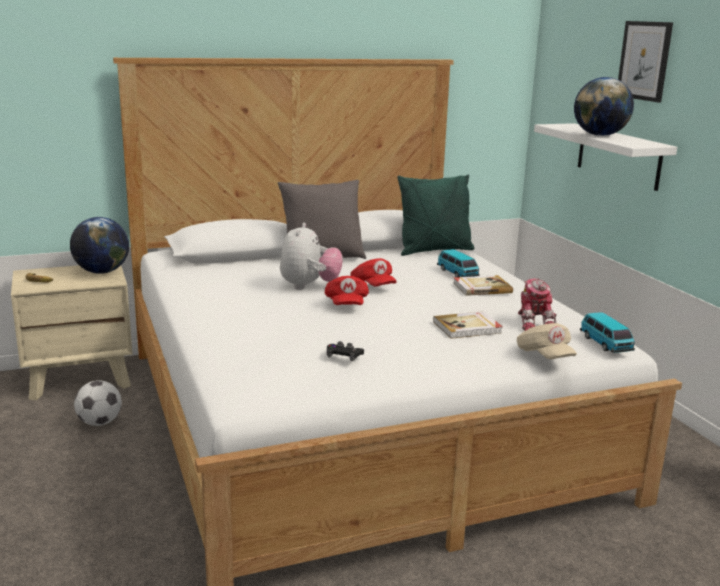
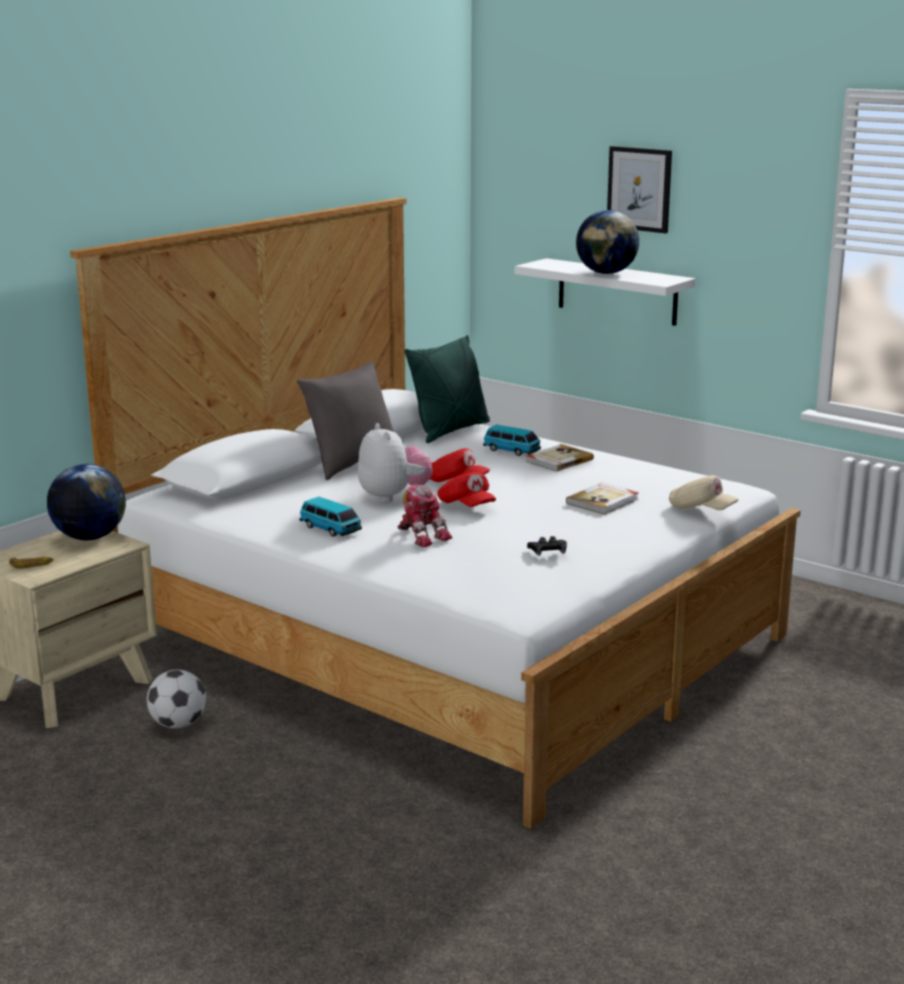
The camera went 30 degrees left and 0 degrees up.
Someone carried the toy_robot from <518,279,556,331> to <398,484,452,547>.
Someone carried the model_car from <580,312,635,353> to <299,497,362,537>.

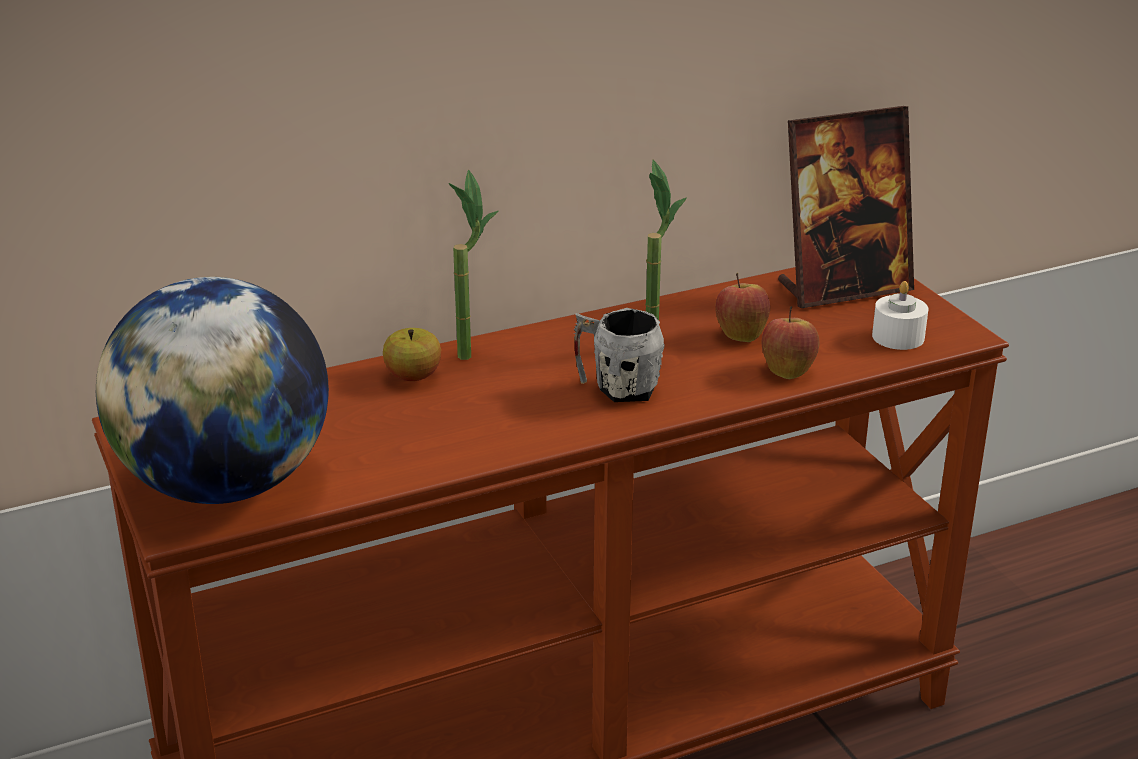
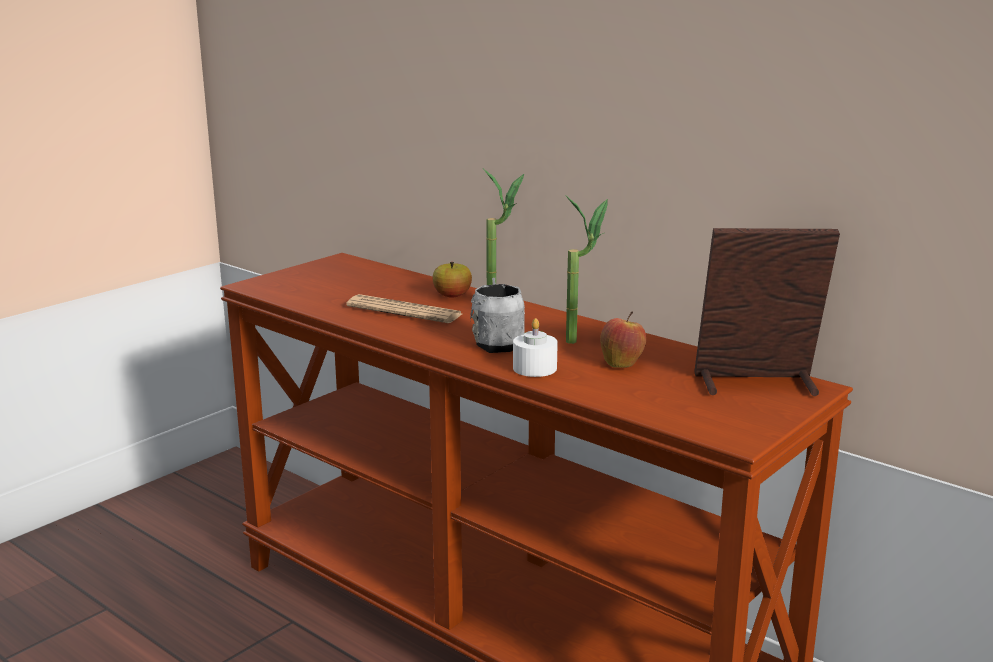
The camera went 65 degrees right and 10 degrees down.
Someone took away the world_globe at <96,277,329,504>.
Someone took away the apple at <762,306,819,379>.
Someone rotated the photo_frame at <778,106,914,308> by 135 degrees clockwise.
Someone carried the white_wax_candle from <872,281,928,350> to <513,318,558,377>.
Someone put down the newspaper at <346,294,462,323>.

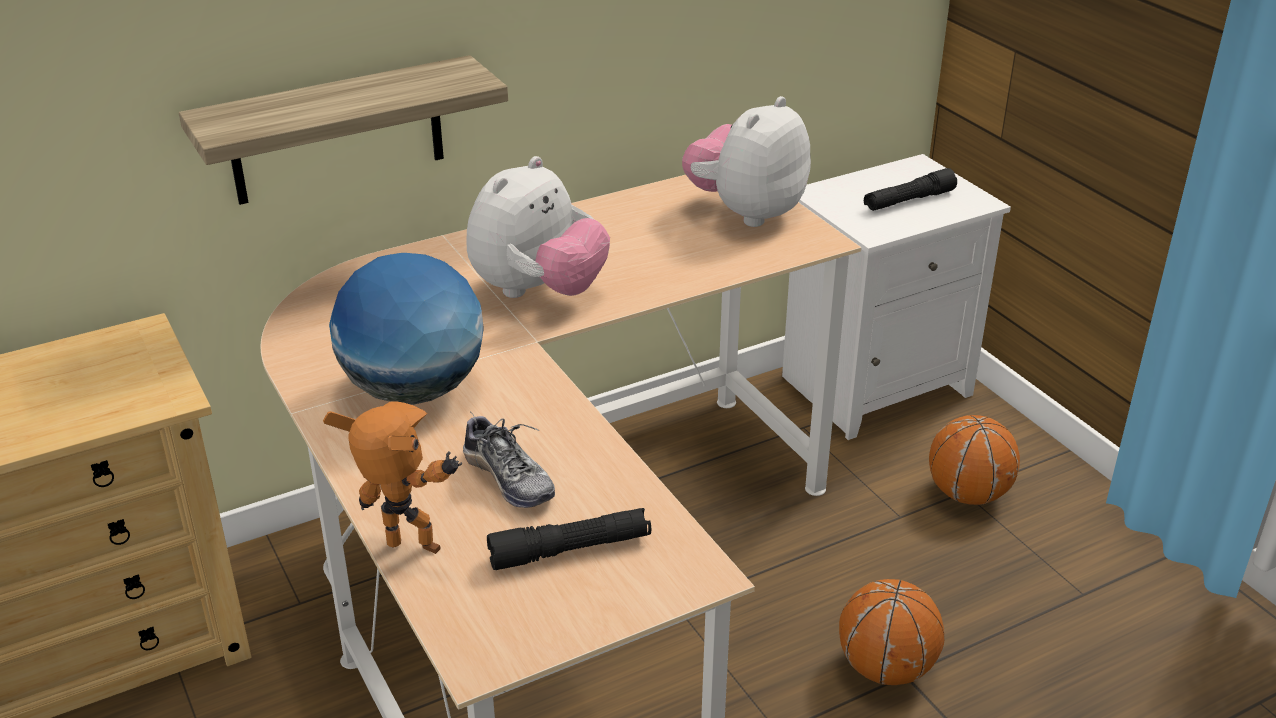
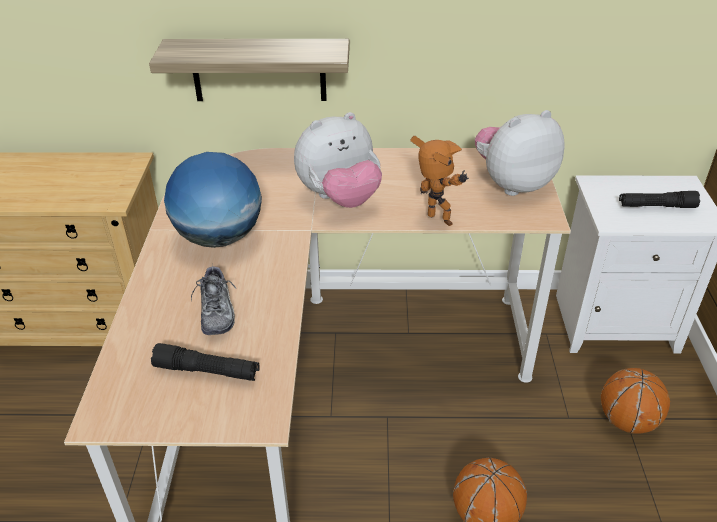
The camera went 30 degrees right and 5 degrees up.
Someone carried the toy_robot from <323,401,462,554> to <410,136,469,226>.

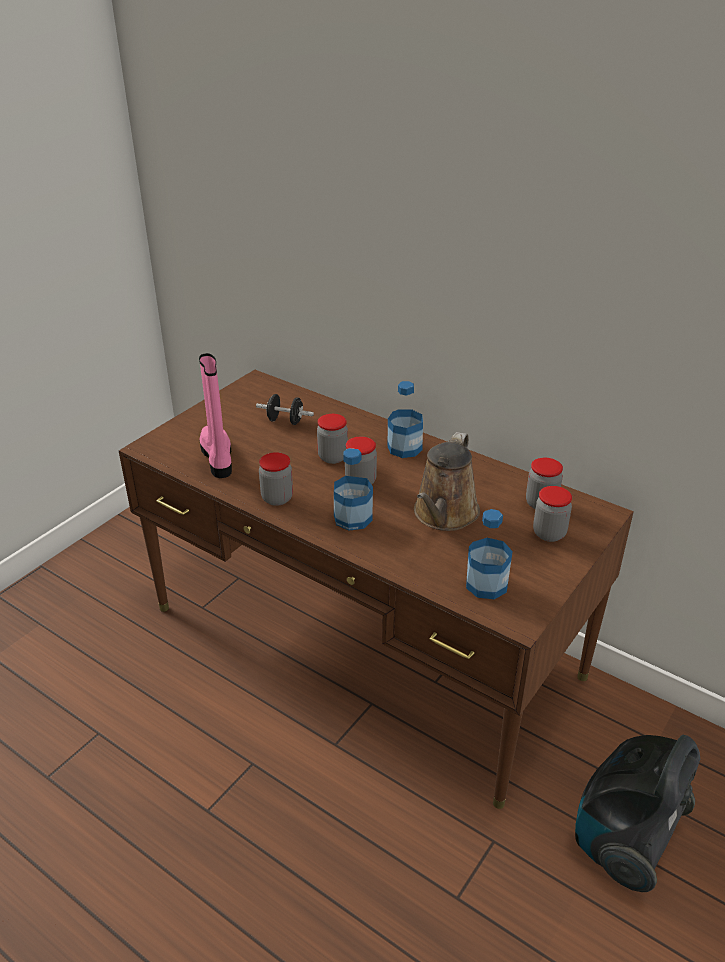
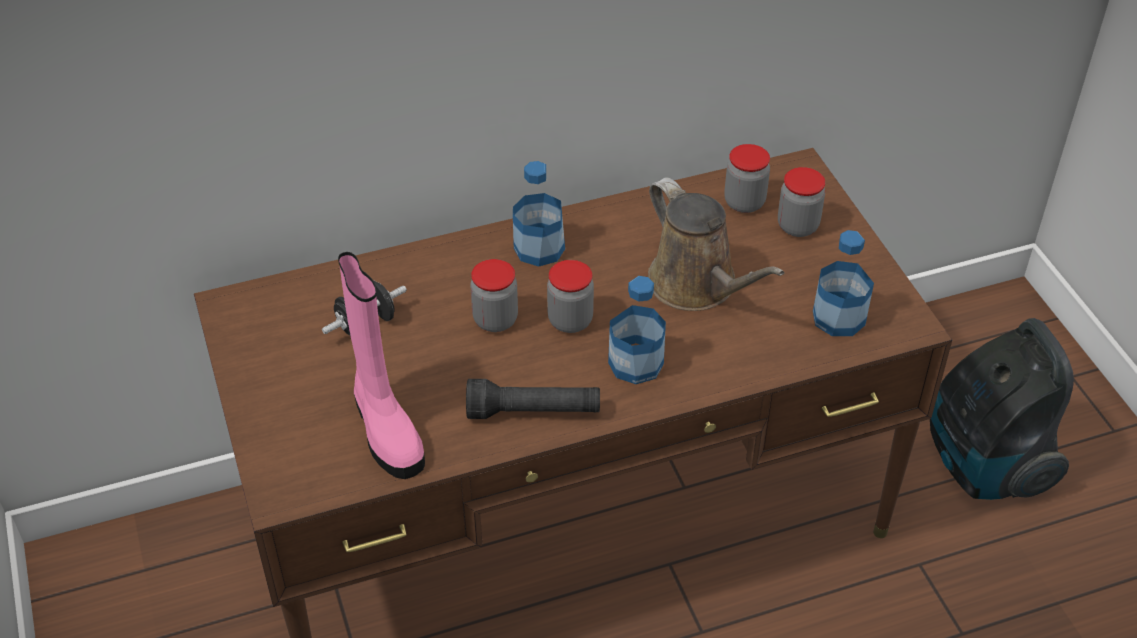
The camera went 55 degrees left and 10 degrees up.
Someone rotated the pinkish_high-top_boot at <199,353,232,478> by 135 degrees counterclockwise.
Someone swapped the storage_jar at <259,452,293,506> for the black-coloured_torch at <466,379,600,419>.

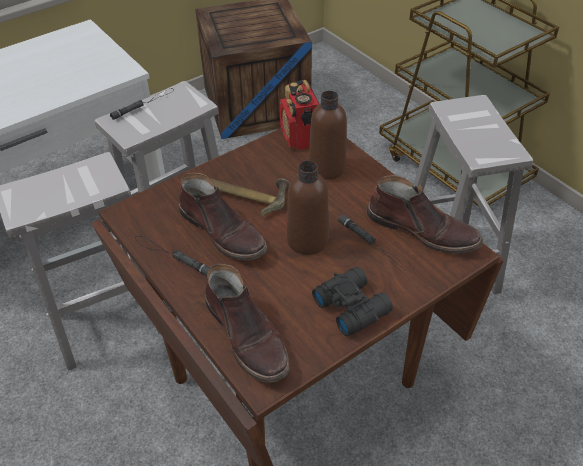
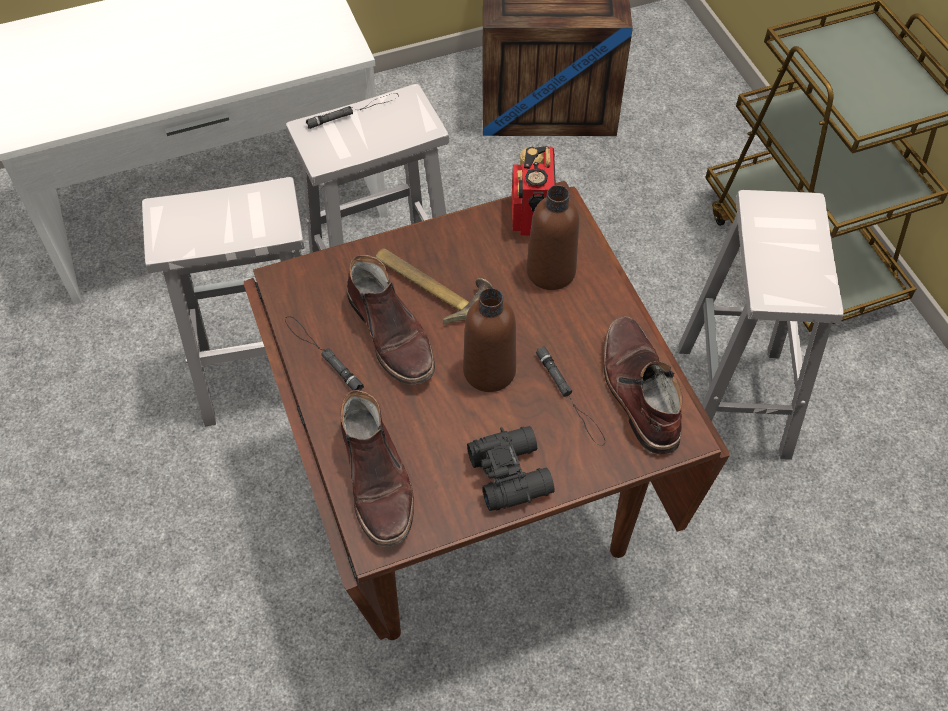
The camera went 15 degrees right and 10 degrees up.
Someone rotated the brown-coloured_high-top_boot at <366,175,483,253> by 150 degrees counterclockwise.

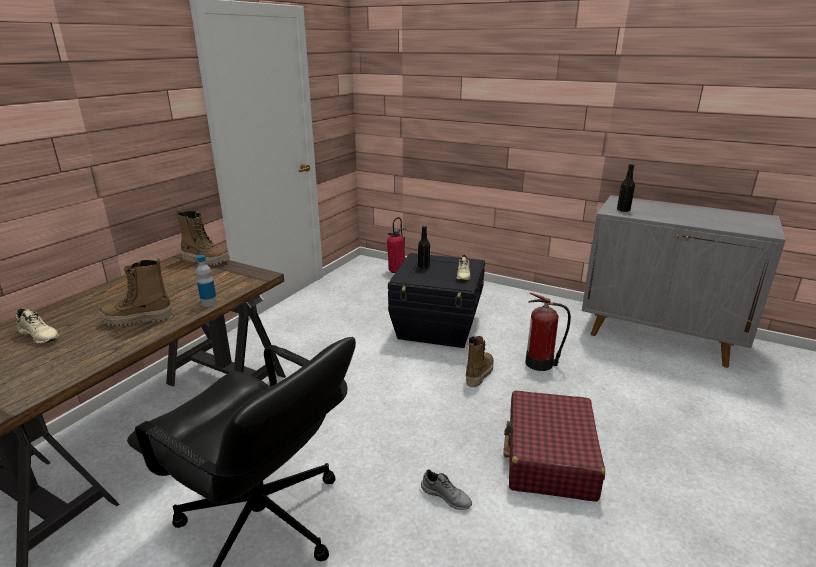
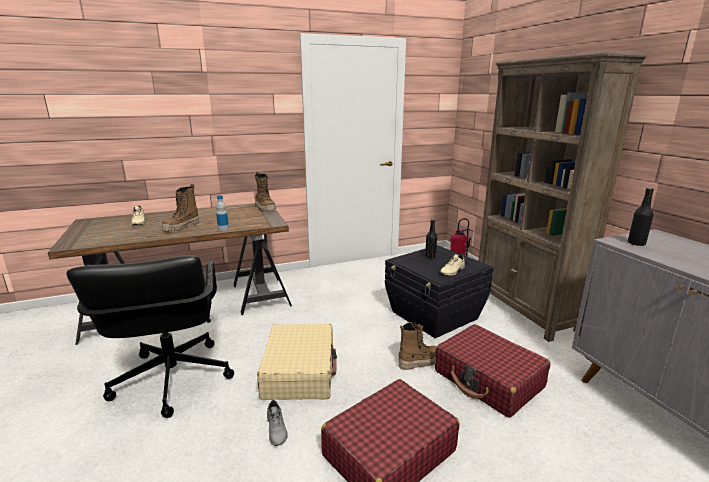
The camera went 40 degrees right and 5 degrees down.
Someone rotated the high-top_boot at <99,258,174,326> by 90 degrees counterclockwise.
Someone swapped the fire-fighting_cylinder at <526,293,571,371> for the red-coloured_travel_case at <435,324,551,418>.
Someone put down the beige_travel_case at <257,324,337,400>.
Someone put down the brown-coloured_bookcase at <479,51,647,342>.

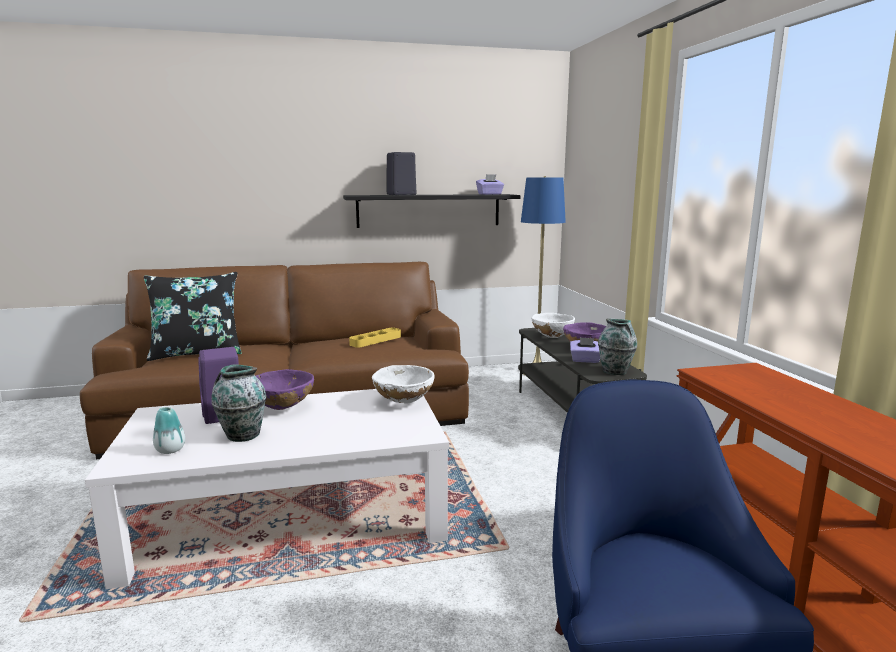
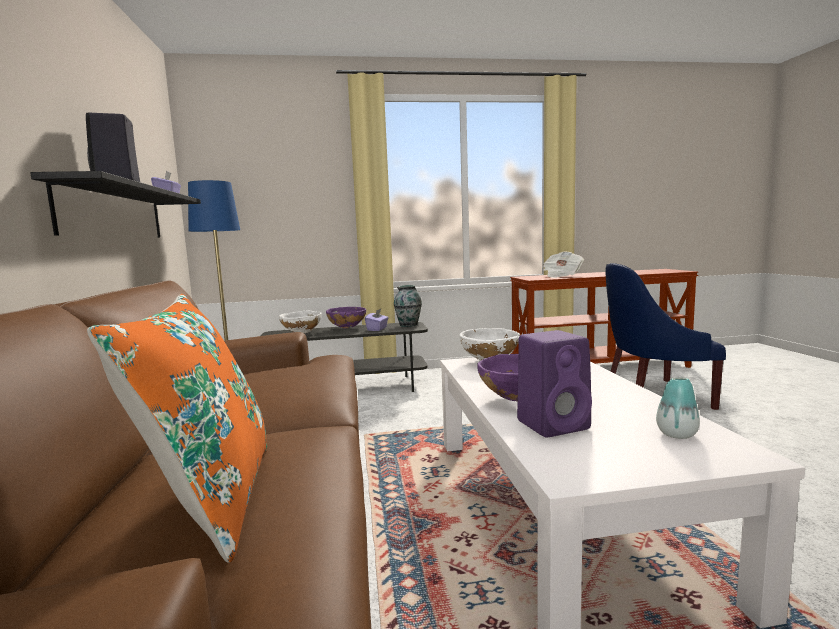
The camera went 85 degrees left and 5 degrees down.
Someone repainted the black-coloured_pillow at <144,272,242,361>, which became the orange_pillow at <87,294,267,563>.
Someone took away the flower_vase at <211,364,266,442>.
Someone took away the yellow_tray at <349,328,401,348>.
Someone put down the newspaper at <543,252,584,278>.

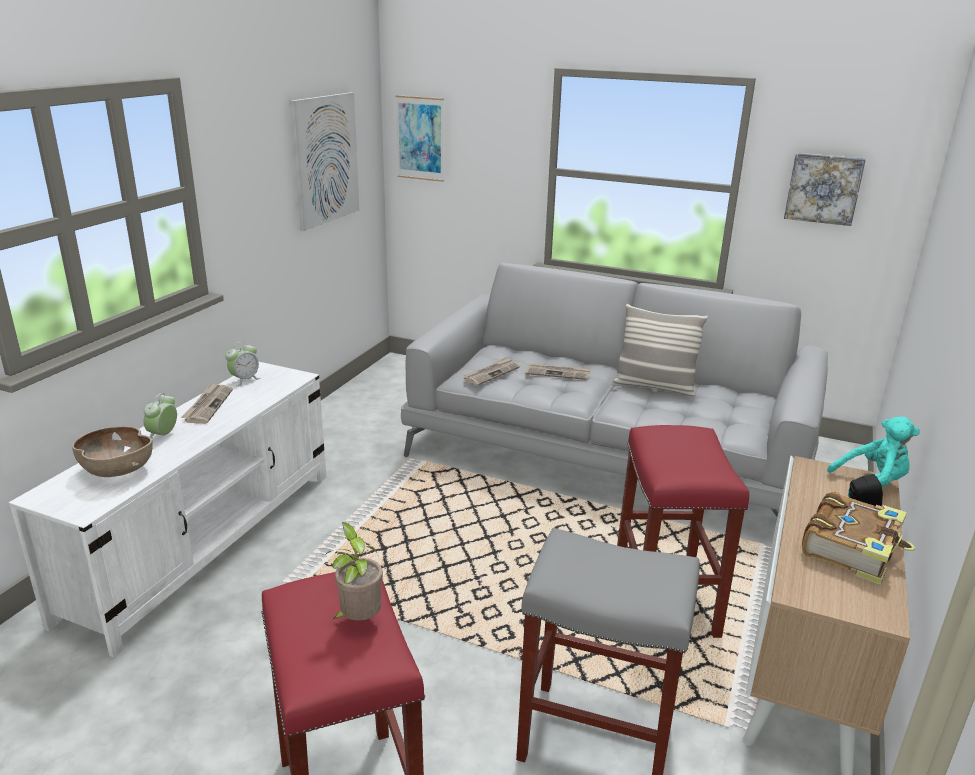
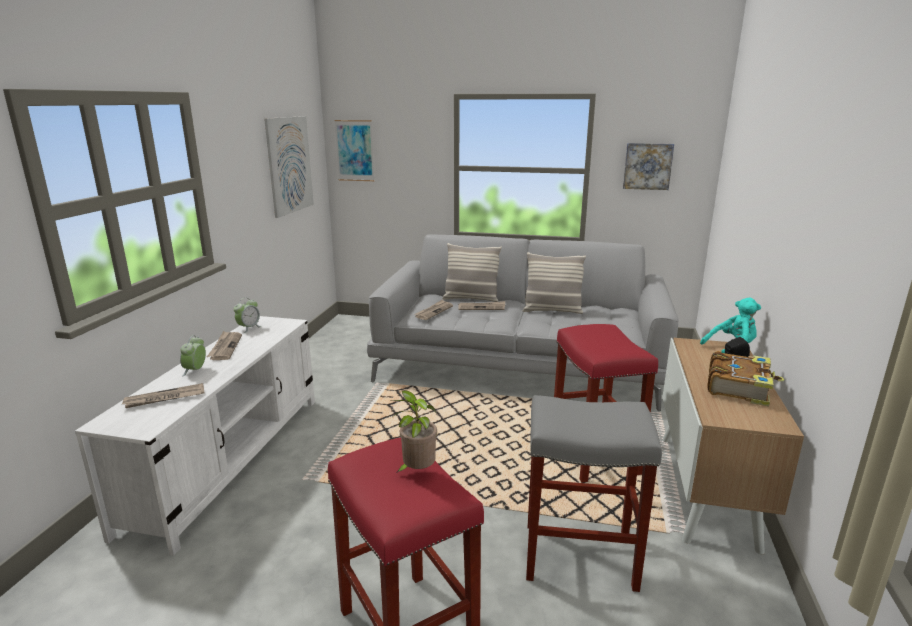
The camera went 10 degrees left and 5 degrees down.
Someone swapped the brown-coloured_serving_bowl at <72,426,153,477> for the newspaper at <122,383,204,408>.
Someone put down the pillow at <442,243,502,302>.

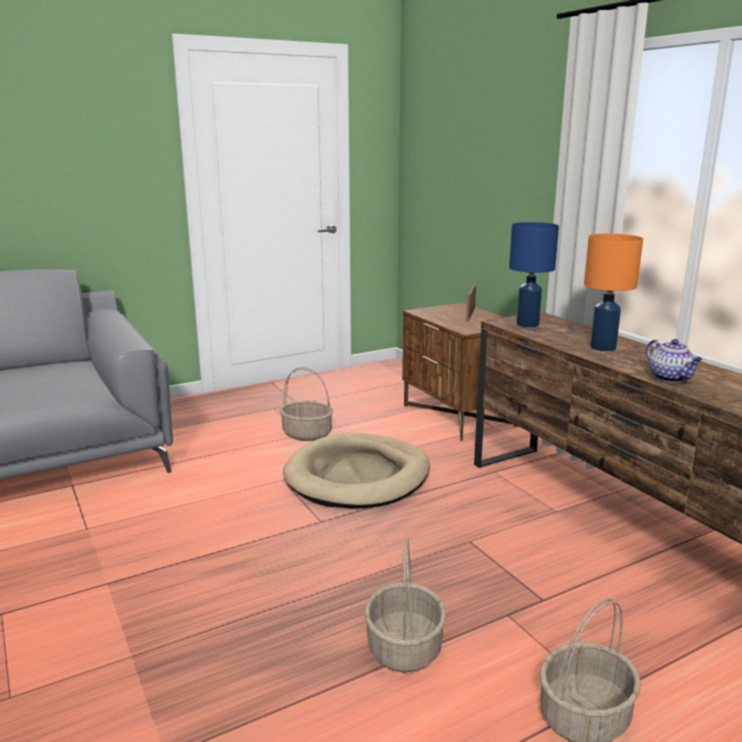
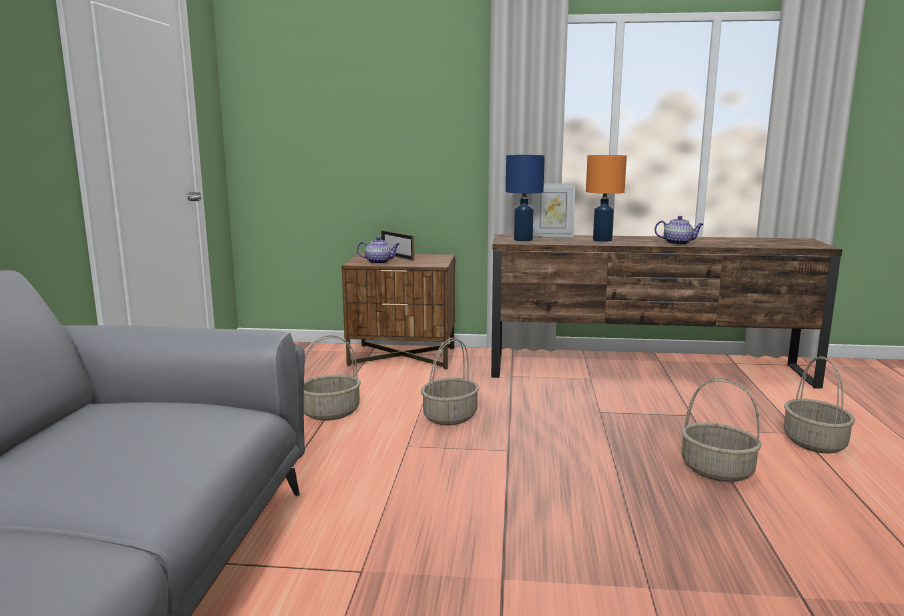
The camera went 55 degrees left and 5 degrees down.
Someone swapped the beige_dog_bed at <283,432,430,508> for the basket at <421,338,479,426>.
Someone put down the tea_pot at <357,237,400,264>.
Someone put down the photo_frame at <532,183,575,237>.

